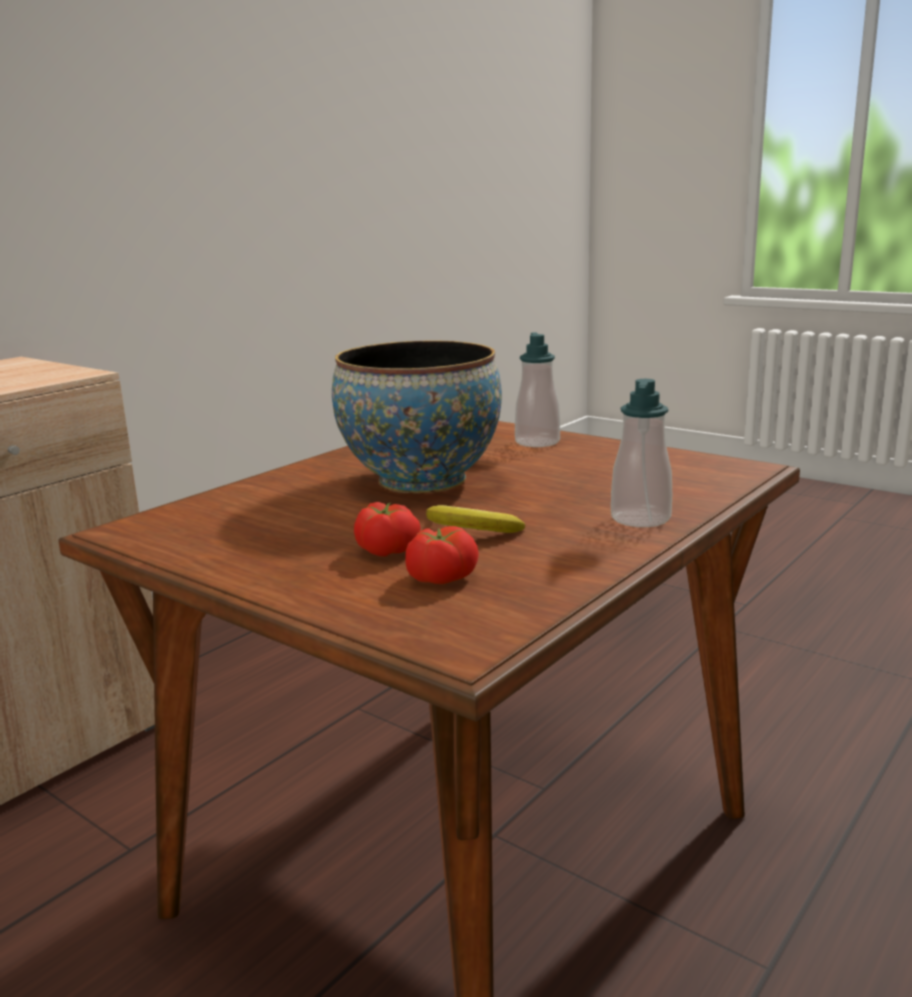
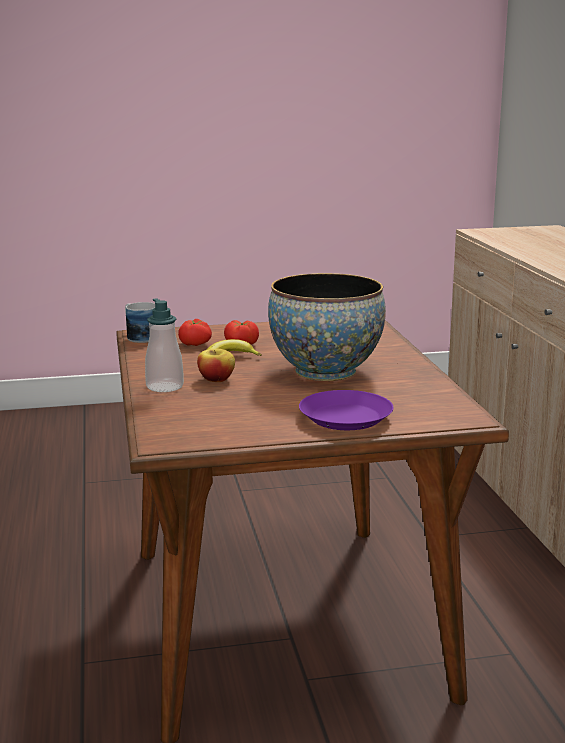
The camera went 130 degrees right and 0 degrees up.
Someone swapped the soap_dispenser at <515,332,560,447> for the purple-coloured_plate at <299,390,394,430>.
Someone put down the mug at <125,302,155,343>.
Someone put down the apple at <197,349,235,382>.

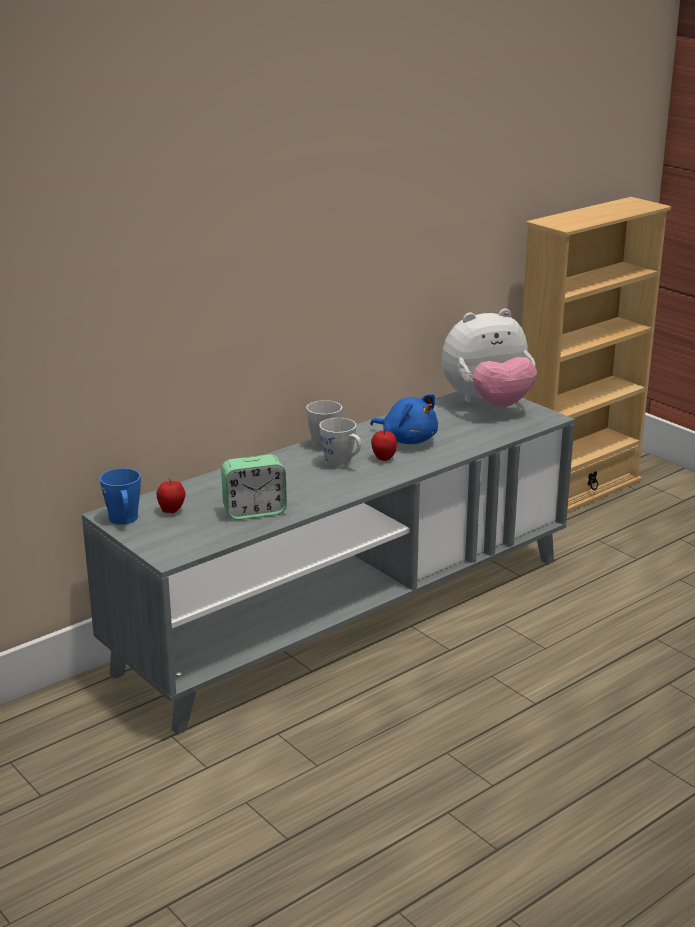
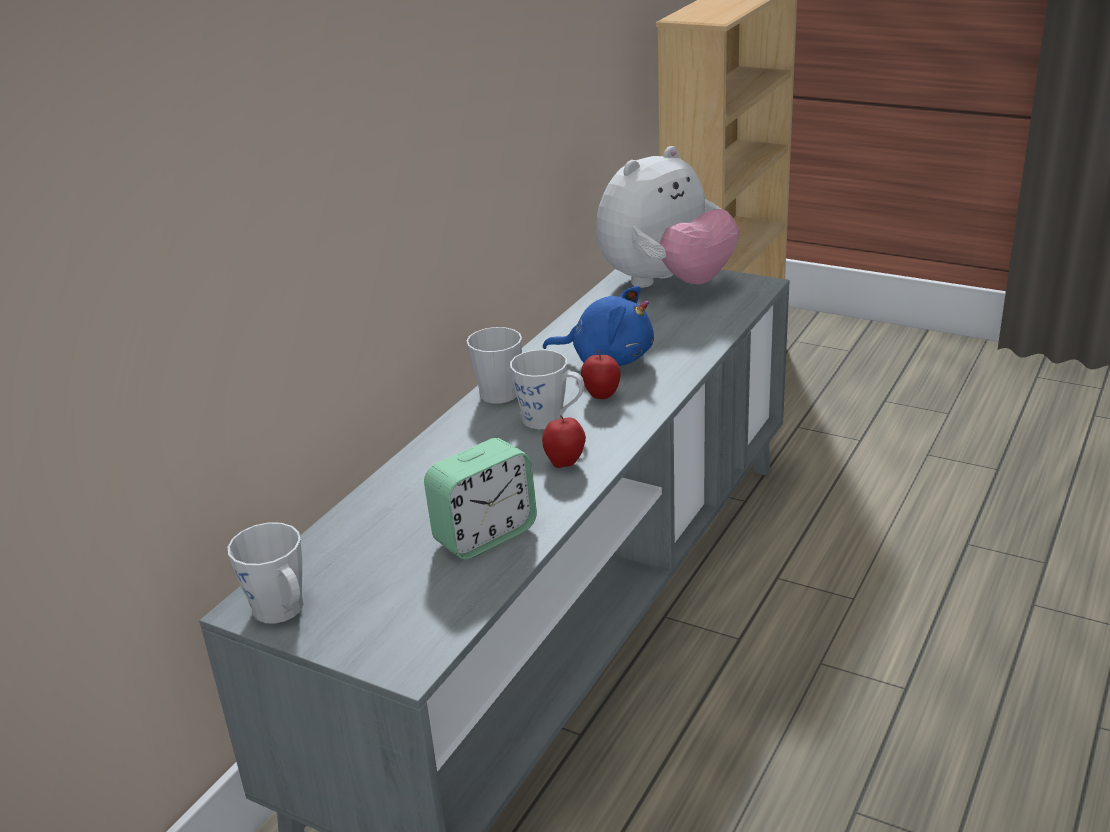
The camera went 20 degrees left and 5 degrees up.
Someone repainted the blue-coloured_mug at <100,468,141,525>, which became the greyish_mug at <228,522,304,624>.
Someone carried the apple from <157,478,185,513> to <542,416,586,468>.

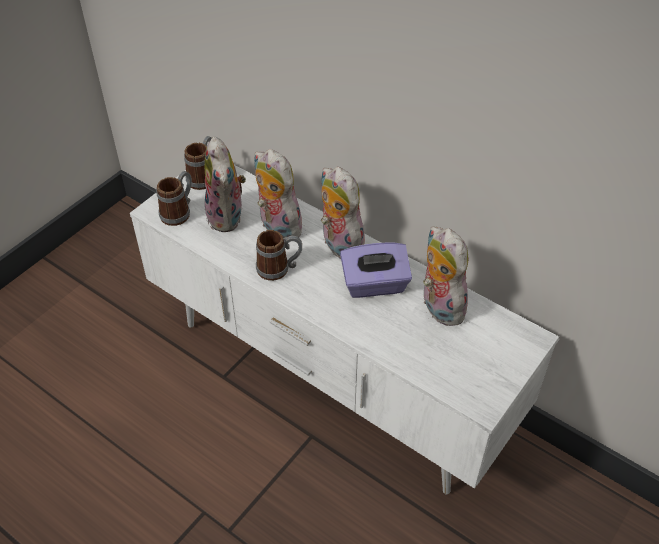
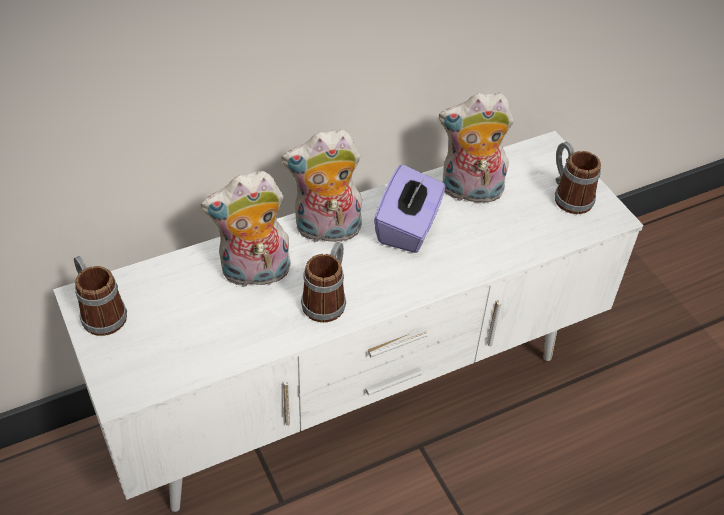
The camera went 65 degrees left and 0 degrees up.
Someone carried the mug from <156,171,192,226> to <555,142,601,214>.
Someone took away the cuddly_toy at <205,137,246,232>.

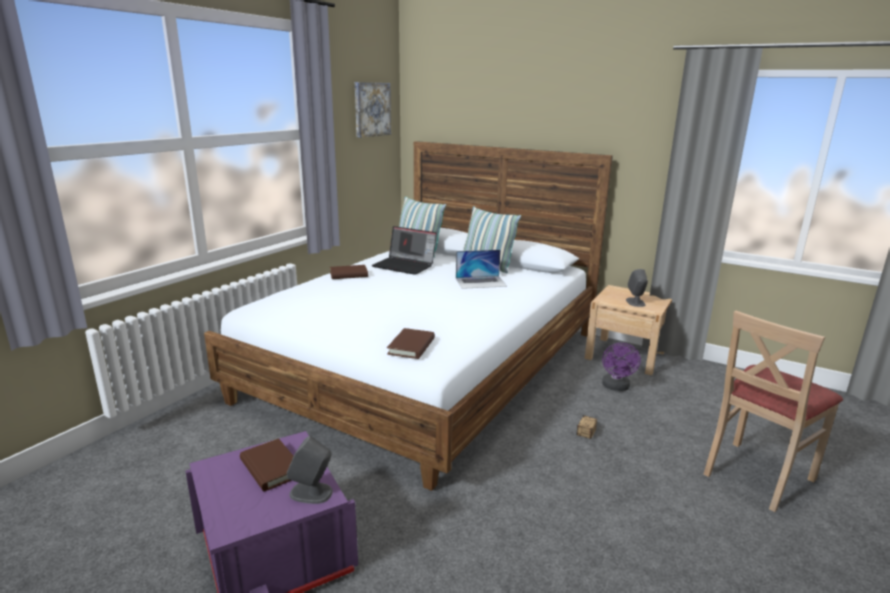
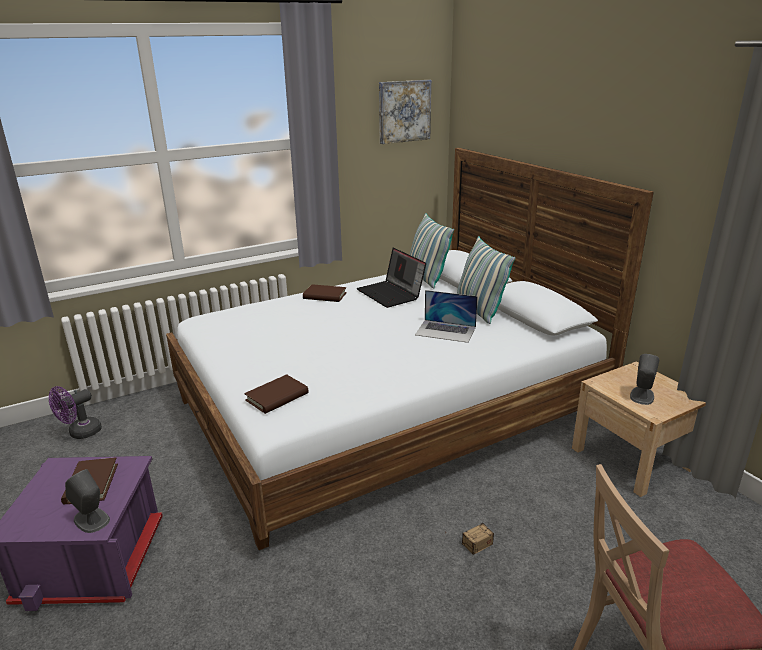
The camera went 30 degrees right and 5 degrees up.
Someone carried the purple-coloured_fan from <602,343,641,391> to <49,386,102,439>.

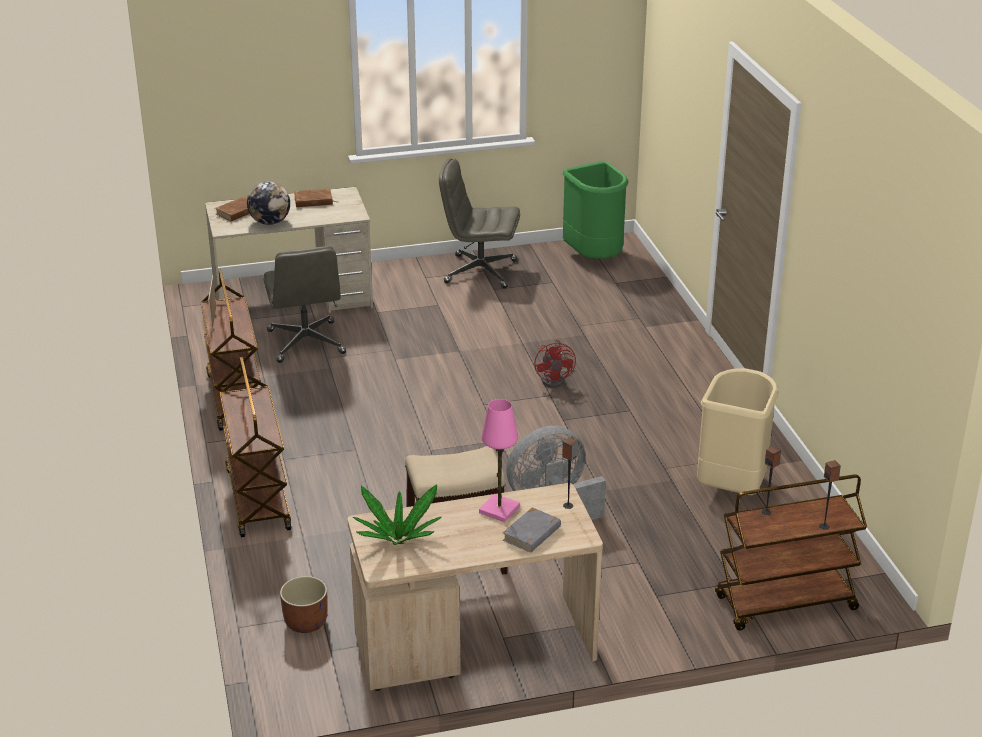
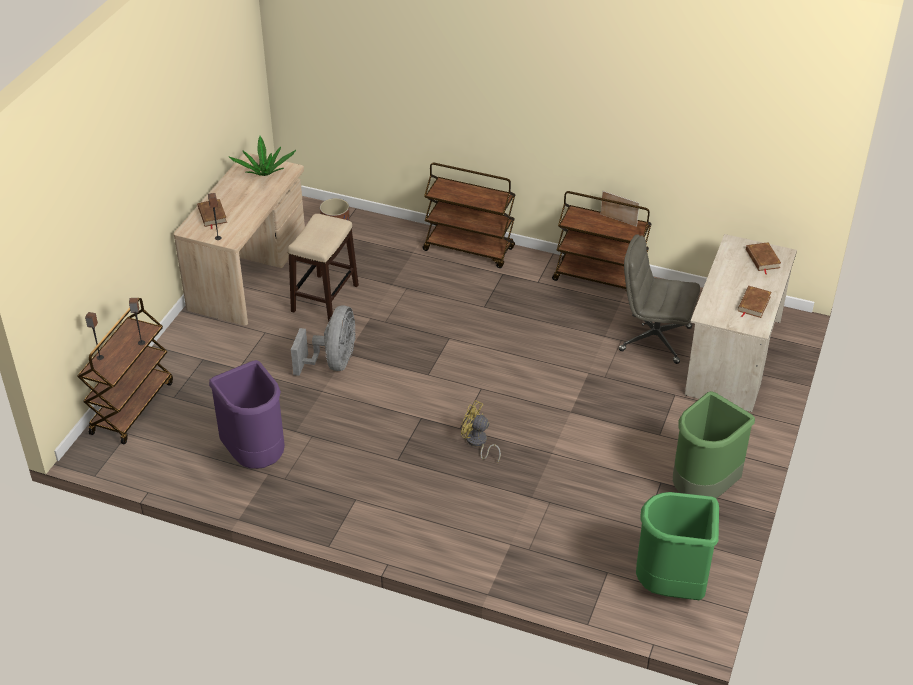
The camera went 125 degrees right and 10 degrees up.
Someone took away the world_globe at <247,181,290,225>.
Someone swapped the greyish_computer_chair at <439,159,520,288> for the greenish_rubbish_bin at <673,391,755,498>.
Someone took away the pinkish_tabletop_lamp at <479,399,520,522>.
Someone repainted the greyish_bound_book at <503,507,561,553>, which became the brown-coloured_bound_book at <198,199,227,229>.
Someone repainted the red-coloured_fan at <534,340,576,388>, which became the yellow_fan at <461,400,501,463>.
Someone repainted the beige_rubbish_bin at <697,368,779,495>, which became the purple-coloured_rubbish_bin at <209,360,285,469>.

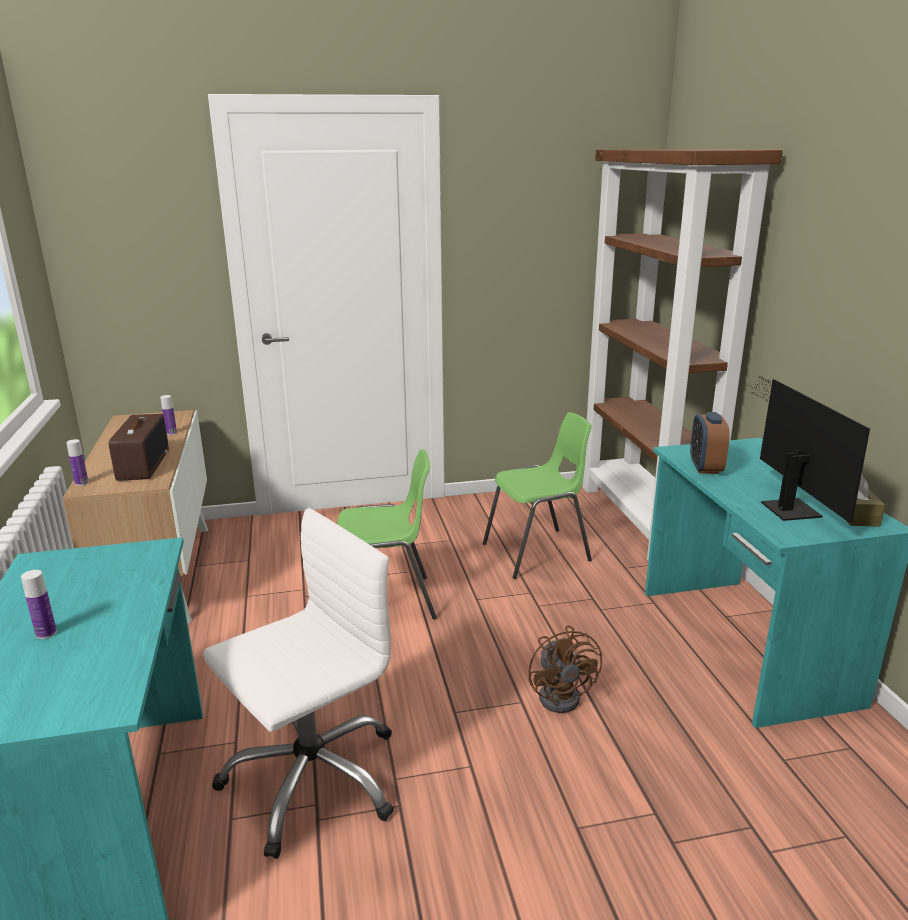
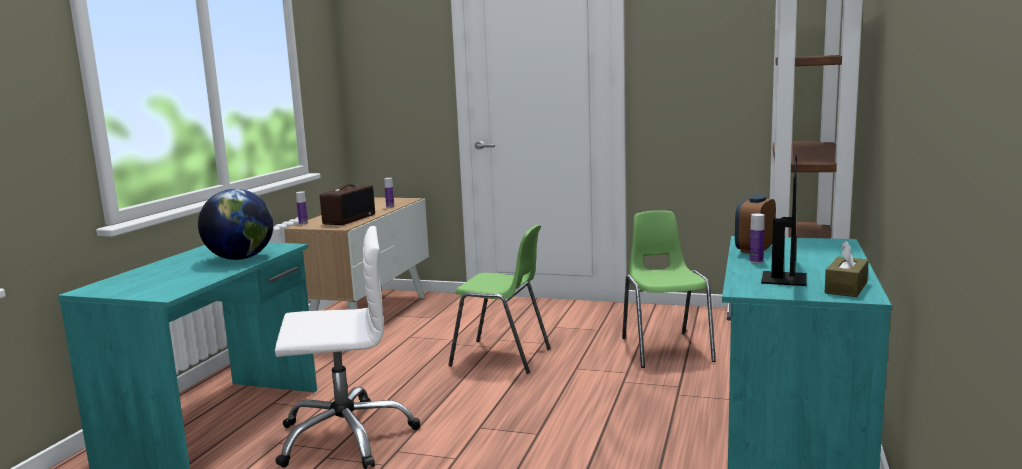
The camera went 30 degrees right and 10 degrees down.
Someone carried the beverage_bottle from <21,570,57,639> to <749,213,765,263>.
Someone rotated the greenish_upright_chair at <483,412,592,579> by 105 degrees counterclockwise.
Someone took away the brown-coloured_fan at <528,625,602,713>.
Someone put down the world_globe at <198,189,274,260>.

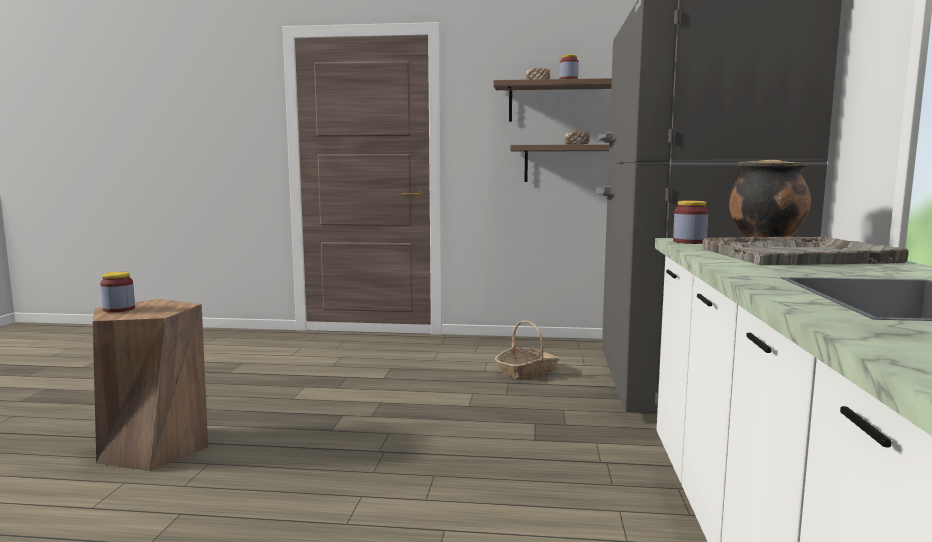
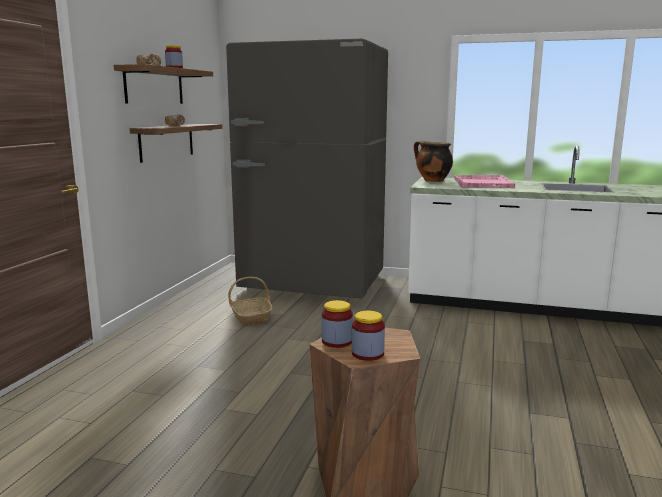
The camera went 80 degrees left and 5 degrees up.
Someone carried the storage_jar from <673,201,709,244> to <322,300,353,348>.
Someone repainted the greyish_tray at <703,237,909,265>, which became the pinkish_tray at <454,175,515,188>.

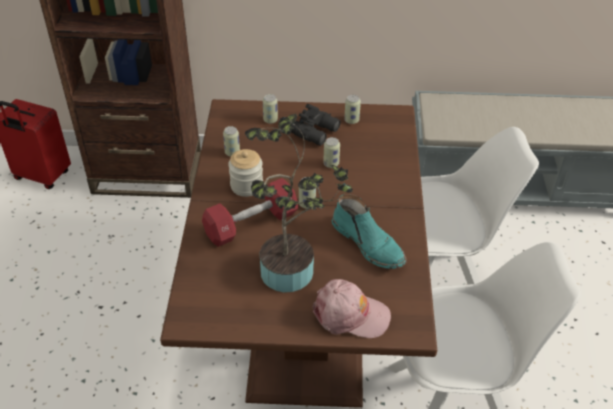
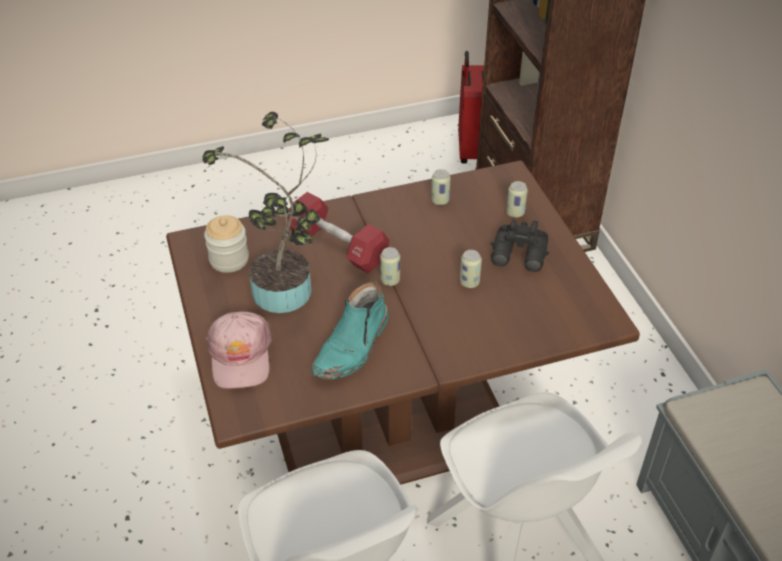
The camera went 70 degrees right and 0 degrees up.
Someone carried the storage_jar from <228,149,263,197> to <204,215,249,273>.
Someone took away the metal_can at <344,95,361,124>.

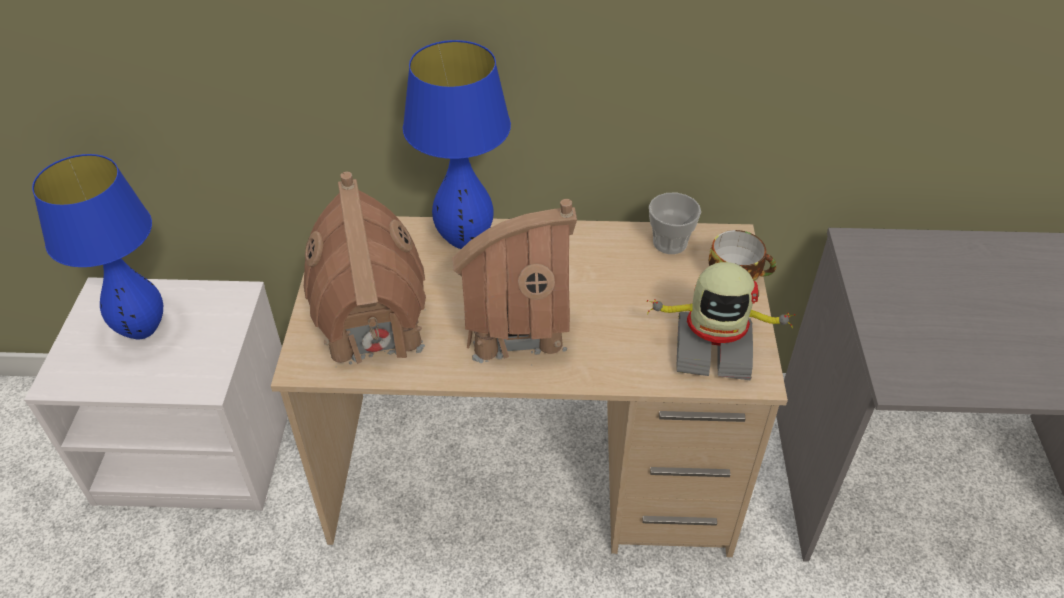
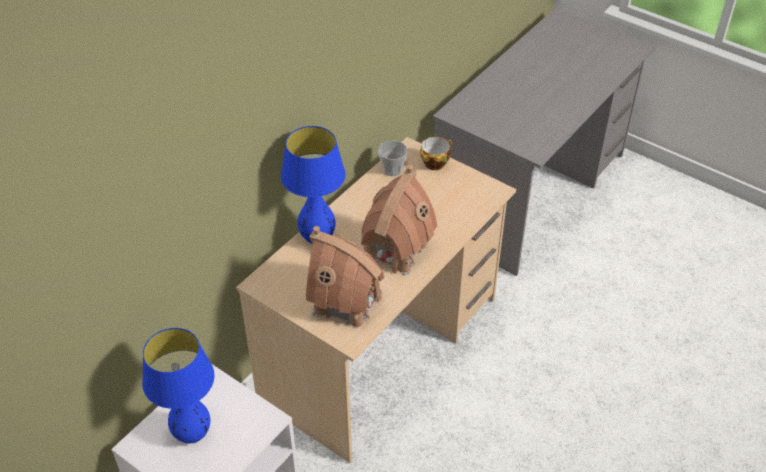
The camera went 55 degrees left and 0 degrees up.
Someone took away the toy_robot at <645,262,795,381>.

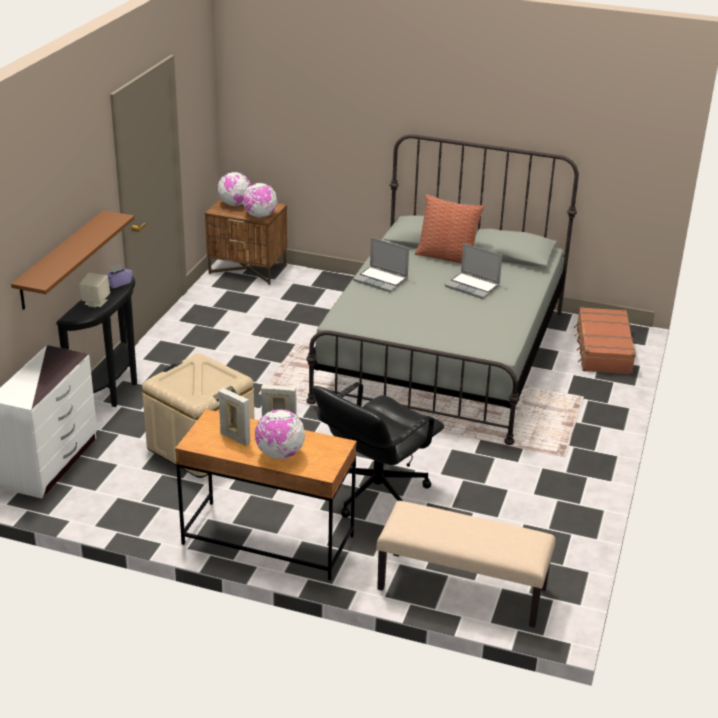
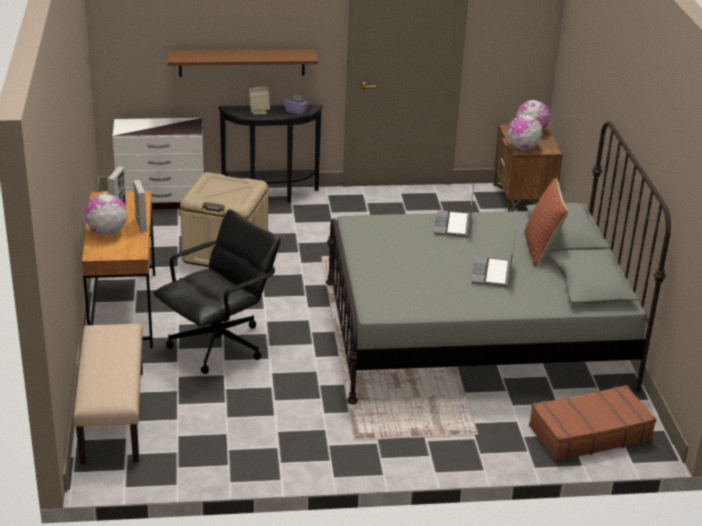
The camera went 65 degrees right and 0 degrees up.
Someone rotated the black-coloured_computer_chair at <312,382,444,518> by 120 degrees clockwise.

